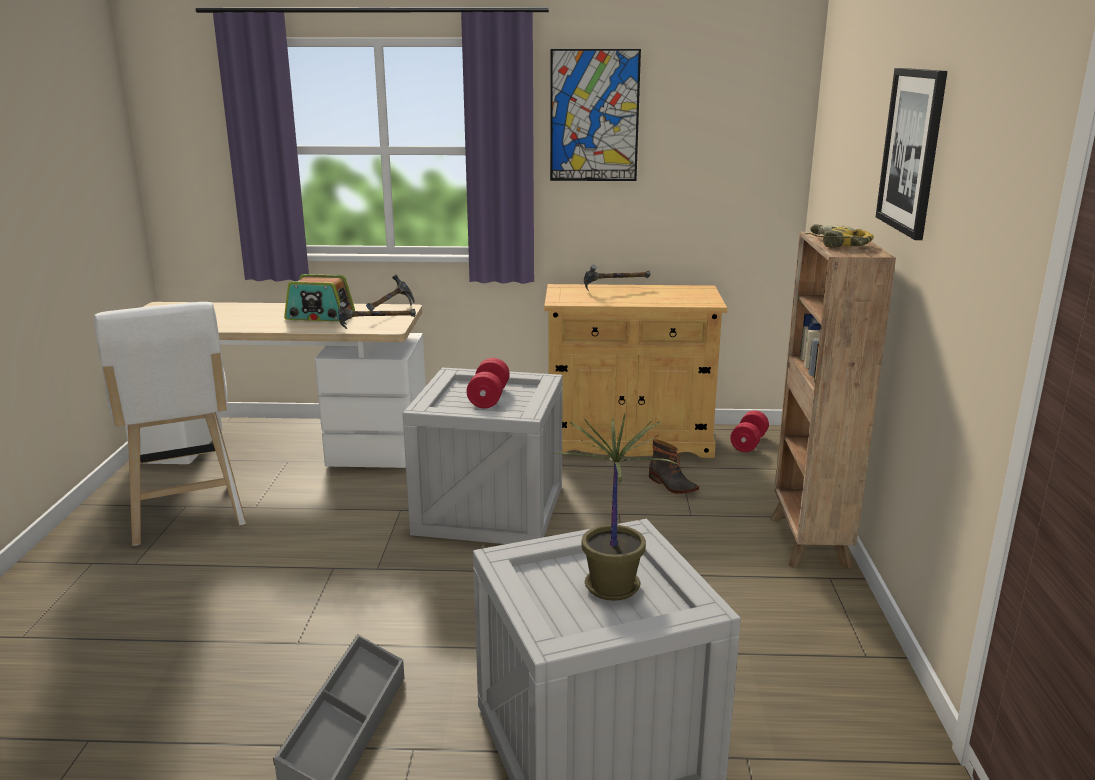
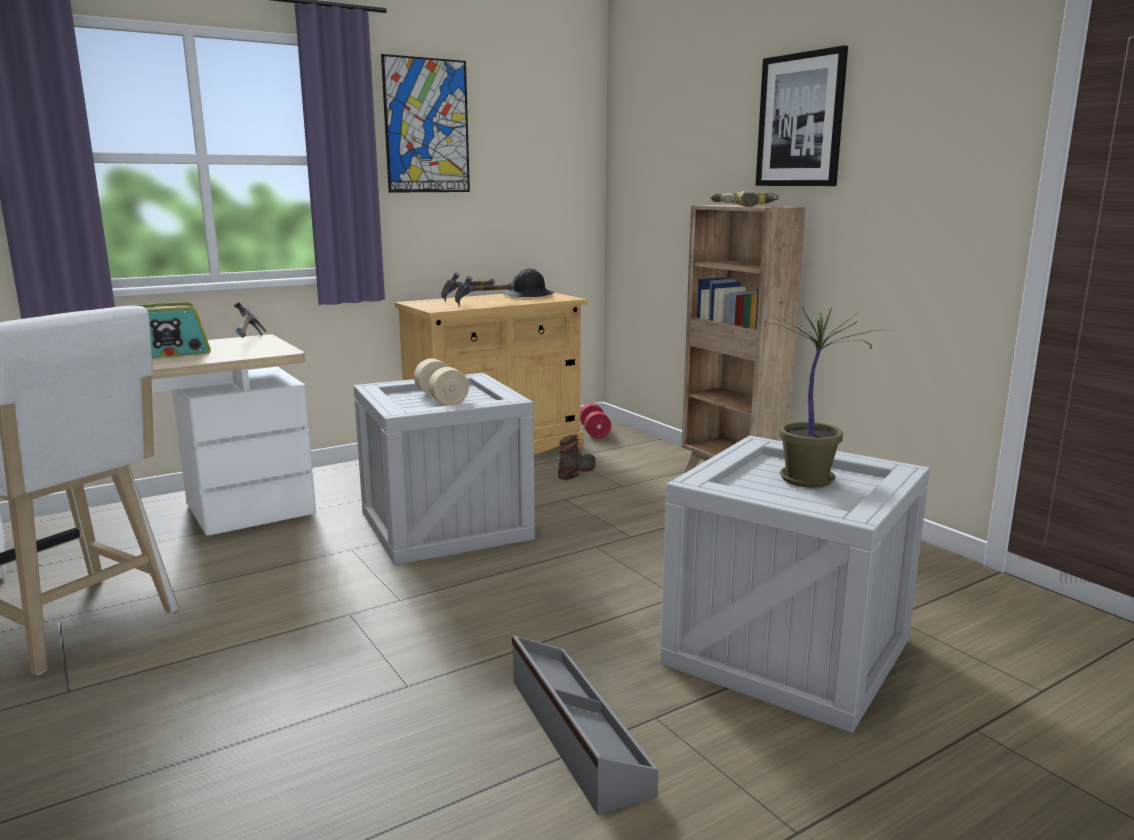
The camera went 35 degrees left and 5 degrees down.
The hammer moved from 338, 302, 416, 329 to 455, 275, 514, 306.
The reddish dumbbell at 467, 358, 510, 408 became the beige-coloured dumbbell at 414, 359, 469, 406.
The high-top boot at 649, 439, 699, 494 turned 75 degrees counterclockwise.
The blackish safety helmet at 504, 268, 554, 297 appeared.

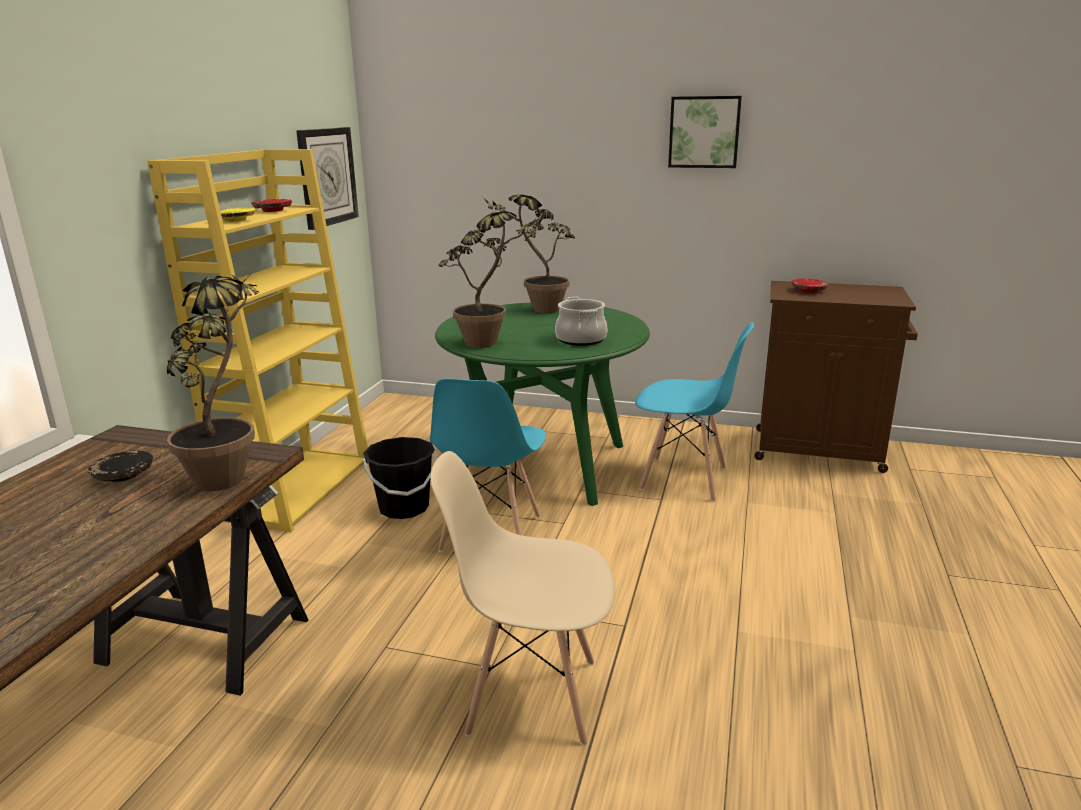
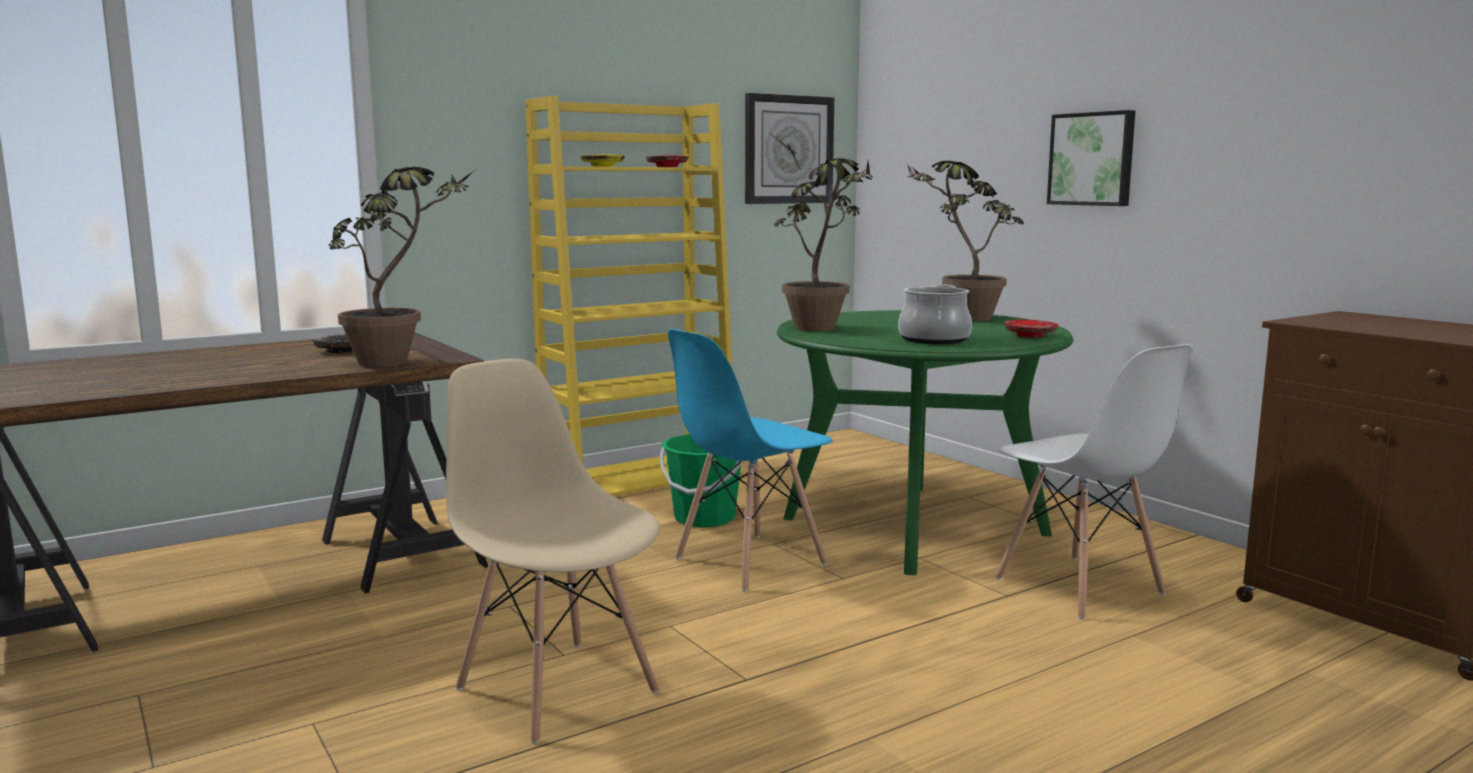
The camera went 40 degrees right and 10 degrees down.
The wall picture moved from 668, 96, 742, 168 to 1047, 110, 1135, 206.
The reddish plate moved from 791, 279, 829, 293 to 1004, 320, 1058, 338.
The blue-coloured upright chair at 635, 322, 754, 502 became the whitish upright chair at 995, 344, 1193, 620.
The blackish water bucket at 363, 437, 437, 519 became the greenish water bucket at 660, 434, 743, 527.

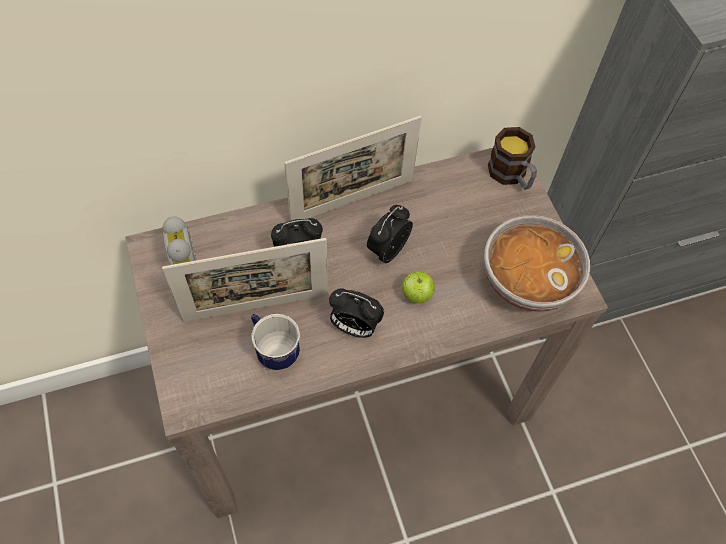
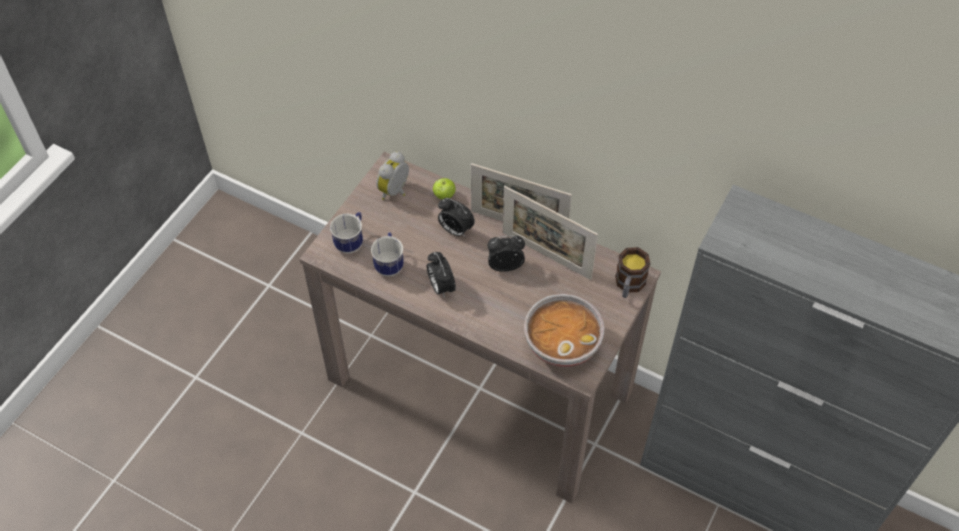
The camera went 50 degrees right and 5 degrees down.
The standing frame moved from 162, 238, 328, 322 to 503, 186, 598, 280.
The whole apple moved from 402, 271, 435, 303 to 433, 178, 455, 199.
The tea mug at 330, 212, 363, 253 appeared.

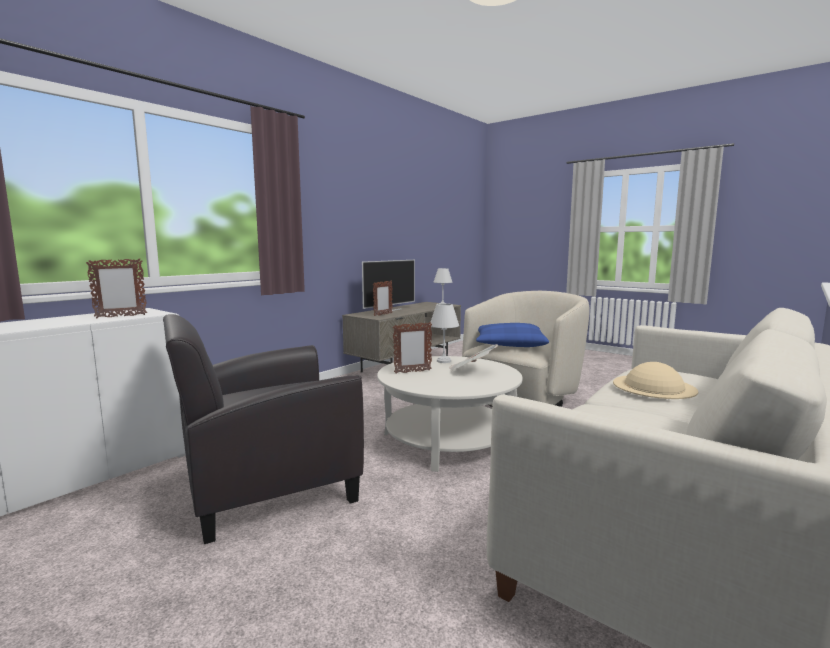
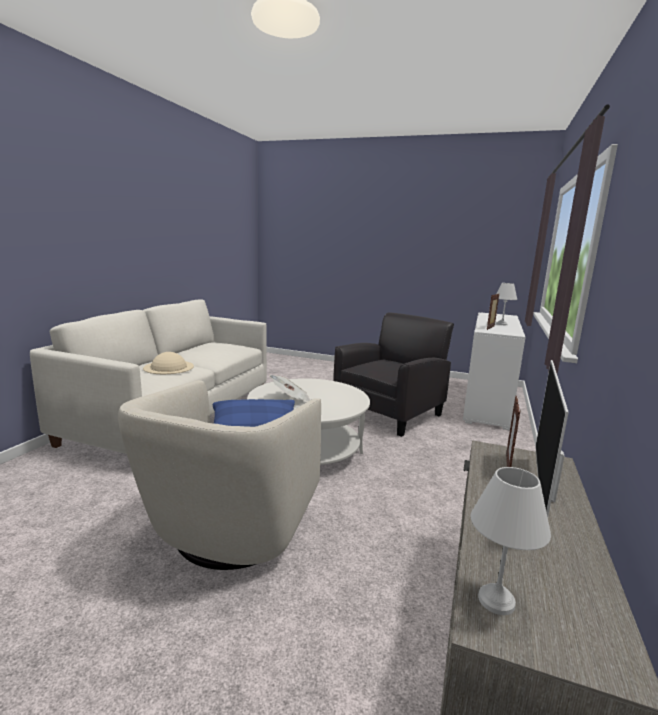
The camera went 160 degrees right and 5 degrees up.
The whitish table lamp moved from 431, 303, 459, 363 to 497, 283, 517, 325.
The standing frame at 393, 322, 432, 374 disappeared.

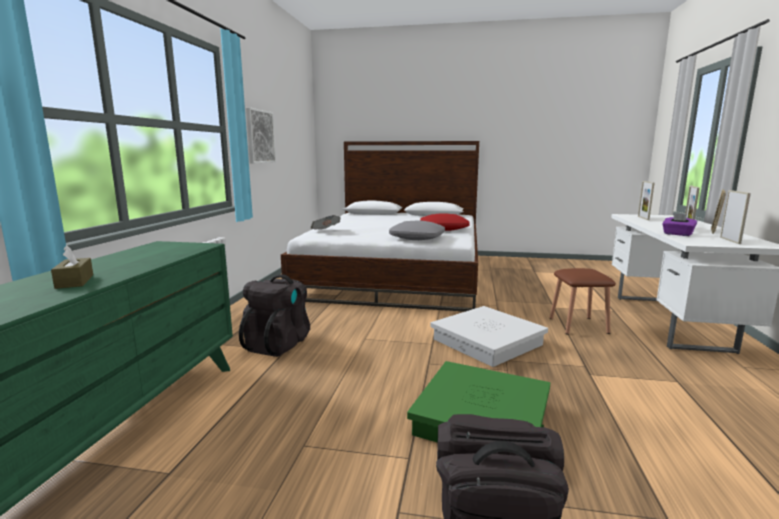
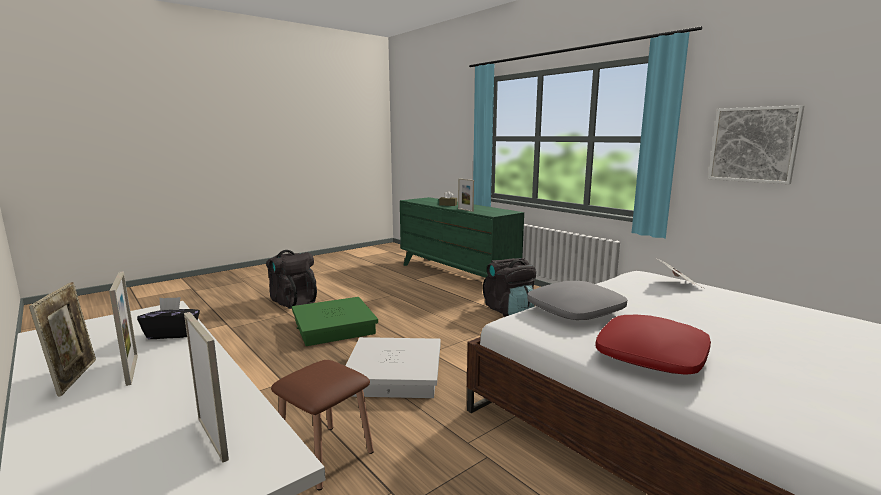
The camera went 130 degrees right and 0 degrees up.
The standing frame moved from 720, 190, 751, 244 to 458, 179, 474, 212.
The purple box of tissues at 662, 213, 697, 236 became the blackish box of tissues at 137, 297, 200, 339.

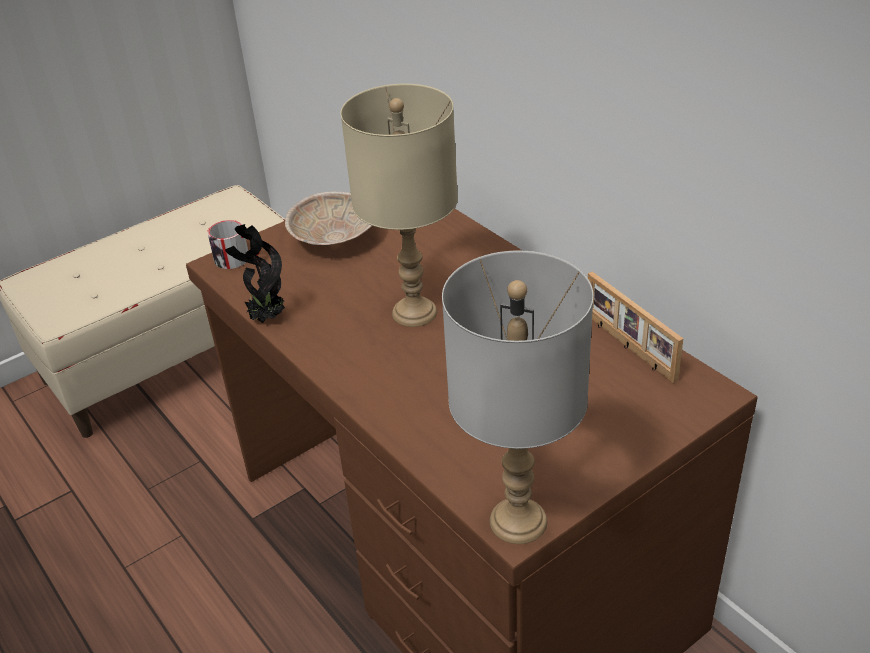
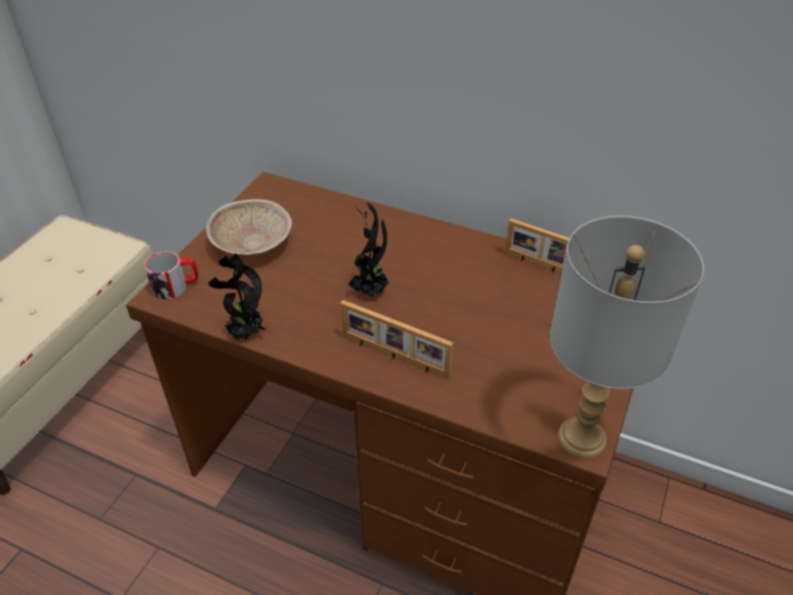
The camera went 30 degrees left and 5 degrees up.
The beige-coloured table lamp at 341, 84, 458, 327 was replaced by the houseplant at 348, 202, 389, 297.
The standing frame at 340, 300, 453, 380 appeared.

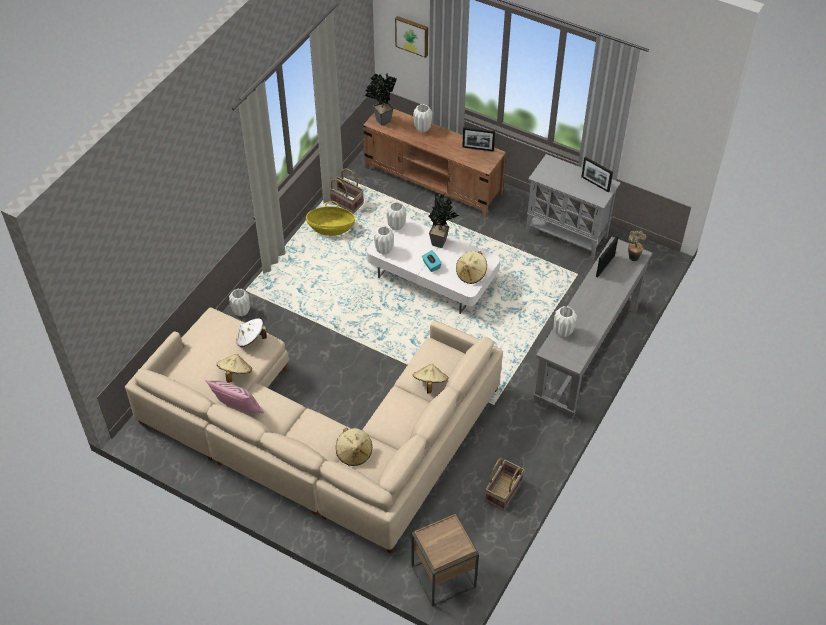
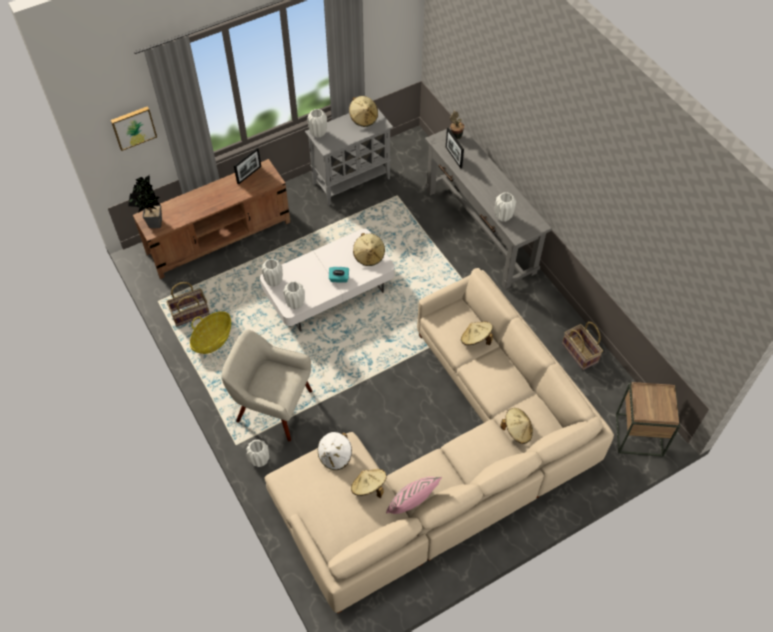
The camera went 60 degrees left and 5 degrees up.
The whitish flower vase moved from 413, 104, 432, 132 to 307, 109, 327, 138.
The standing frame at 581, 157, 613, 192 was replaced by the beige-coloured clothing hat at 349, 96, 378, 127.
The houseplant at 428, 193, 459, 248 disappeared.
The beige-coloured easy chair at 222, 330, 312, 441 appeared.

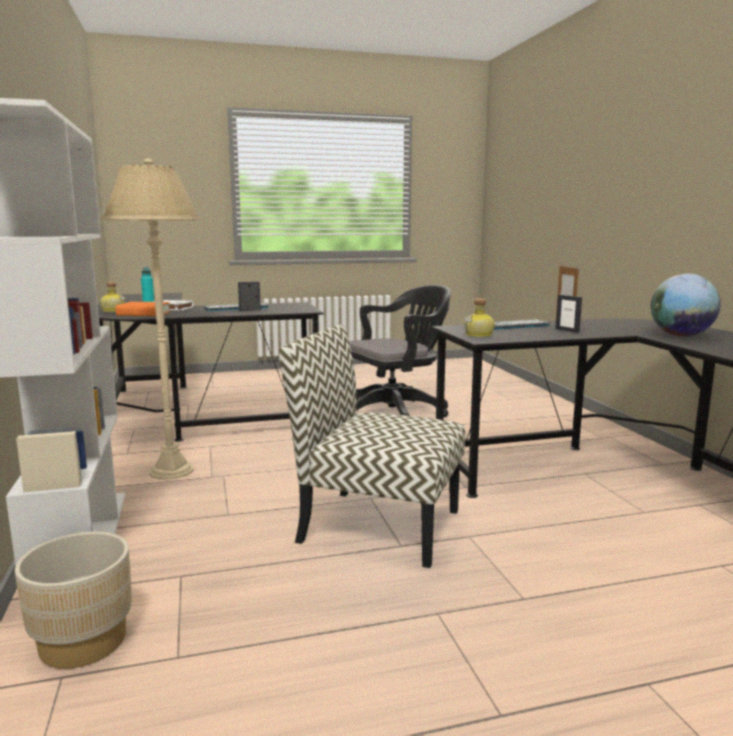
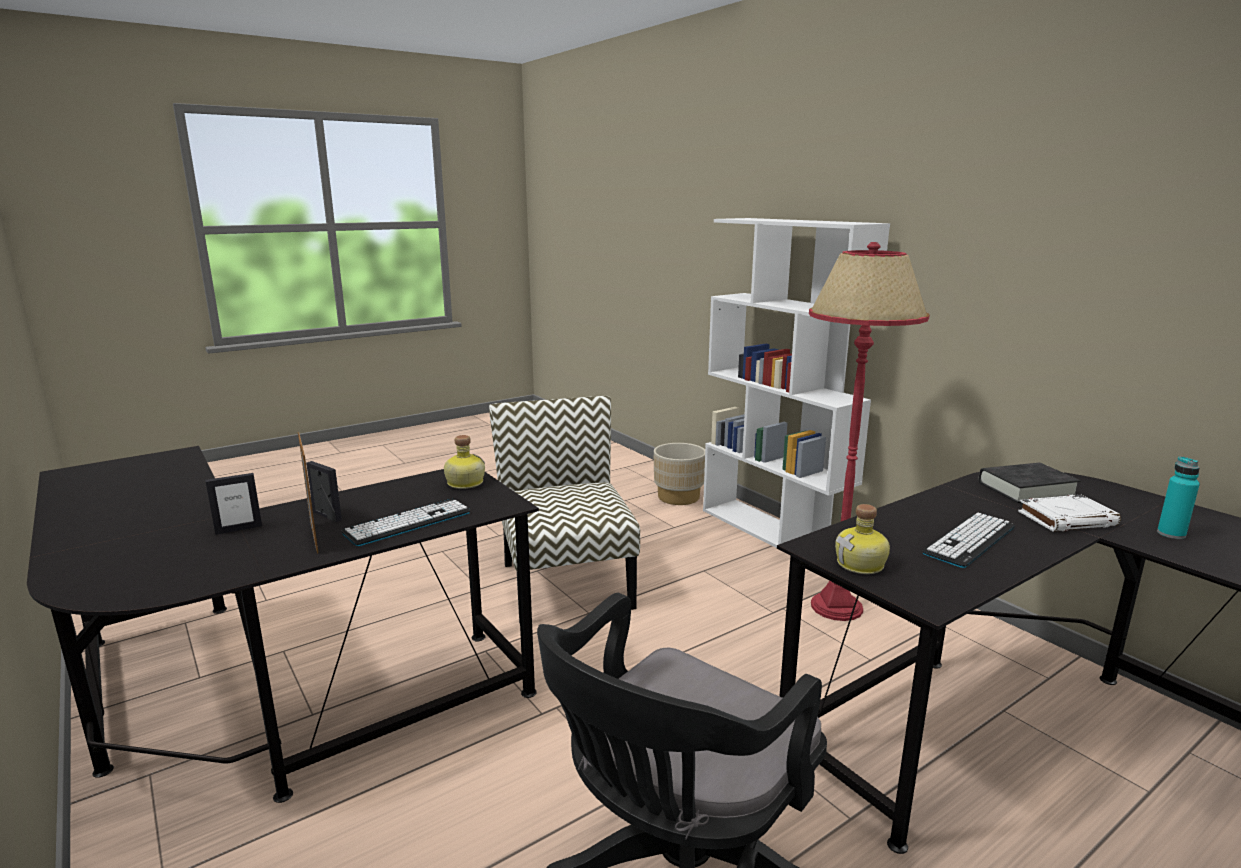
The camera went 160 degrees right and 5 degrees up.
The beige-coloured standard lamp at 102, 158, 200, 480 became the reddish standard lamp at 809, 242, 930, 621.
The desk globe at 650, 274, 721, 336 disappeared.
The bottle moved from 100, 282, 126, 312 to 835, 504, 890, 574.
The standing frame moved from 238, 282, 261, 311 to 206, 473, 262, 535.
The orange-coloured book at 115, 302, 170, 316 became the blackish book at 979, 462, 1080, 503.
The upright chair at 279, 325, 465, 568 turned 105 degrees counterclockwise.

